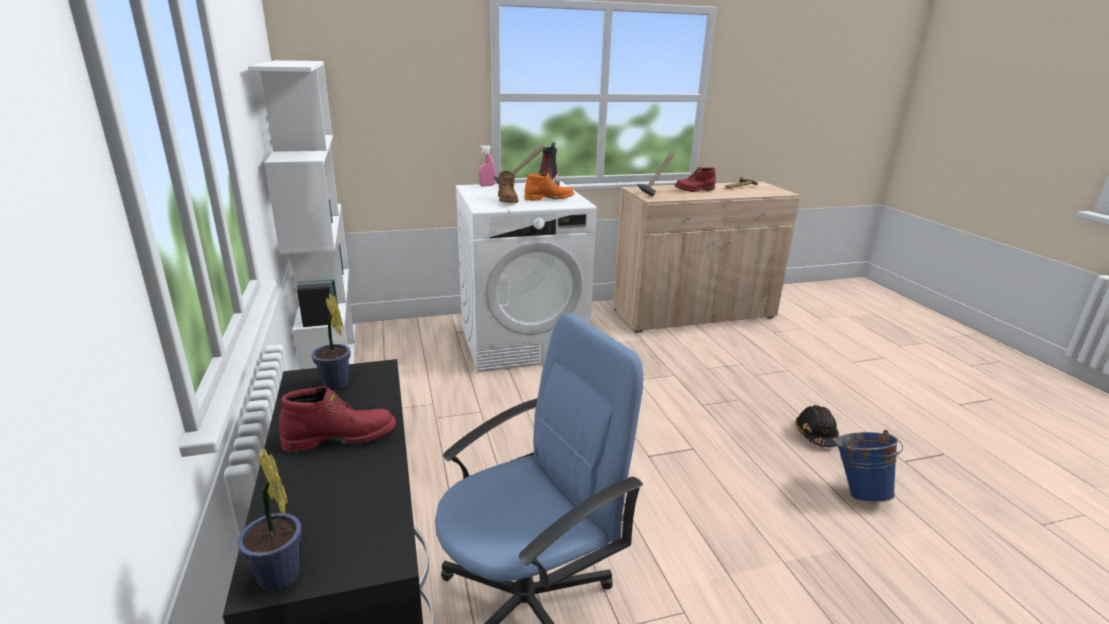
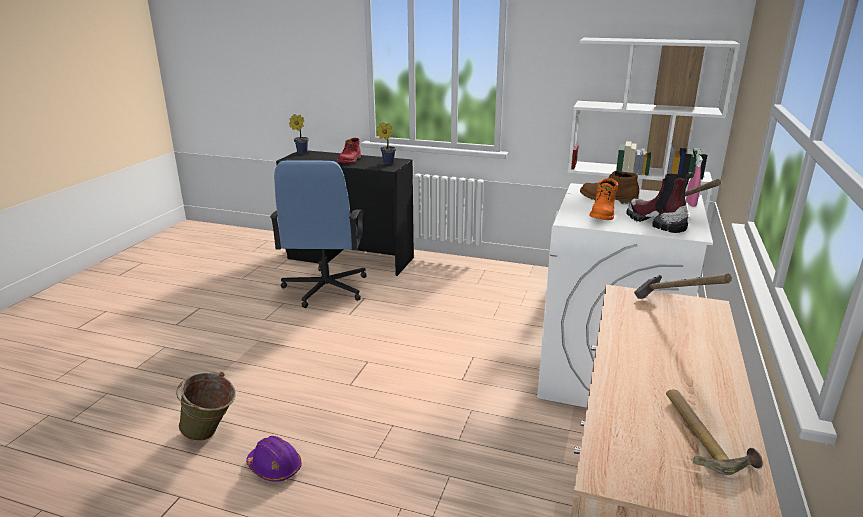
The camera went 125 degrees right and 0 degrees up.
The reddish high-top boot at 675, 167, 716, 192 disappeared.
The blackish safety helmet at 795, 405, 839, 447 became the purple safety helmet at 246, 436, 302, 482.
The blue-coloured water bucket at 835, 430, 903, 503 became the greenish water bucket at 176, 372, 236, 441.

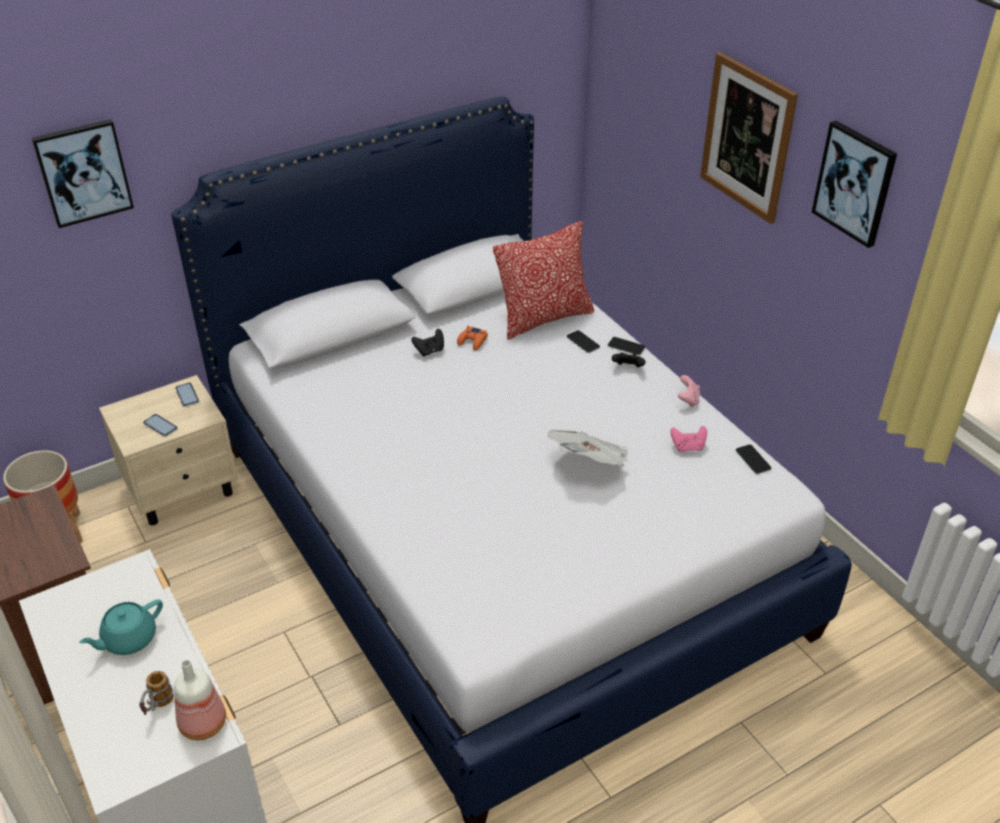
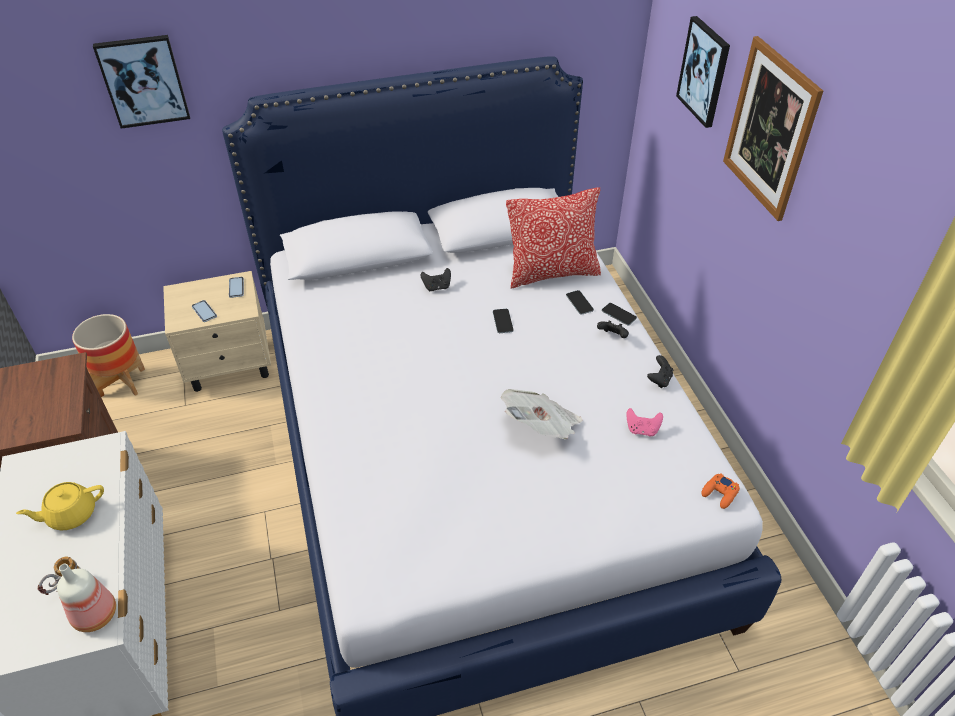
The camera went 15 degrees right and 5 degrees up.
The wall picture moved from 812, 121, 897, 248 to 676, 16, 730, 128.
The orange-coloured game controller moved from 457, 326, 488, 350 to 701, 473, 740, 509.
The pinkish game controller at 678, 375, 700, 407 became the blackish game controller at 647, 355, 673, 388.
The handset moved from 736, 444, 771, 474 to 493, 309, 514, 333.
The blue-green teapot at 79, 599, 163, 655 became the yellow-coloured teapot at 16, 482, 104, 530.

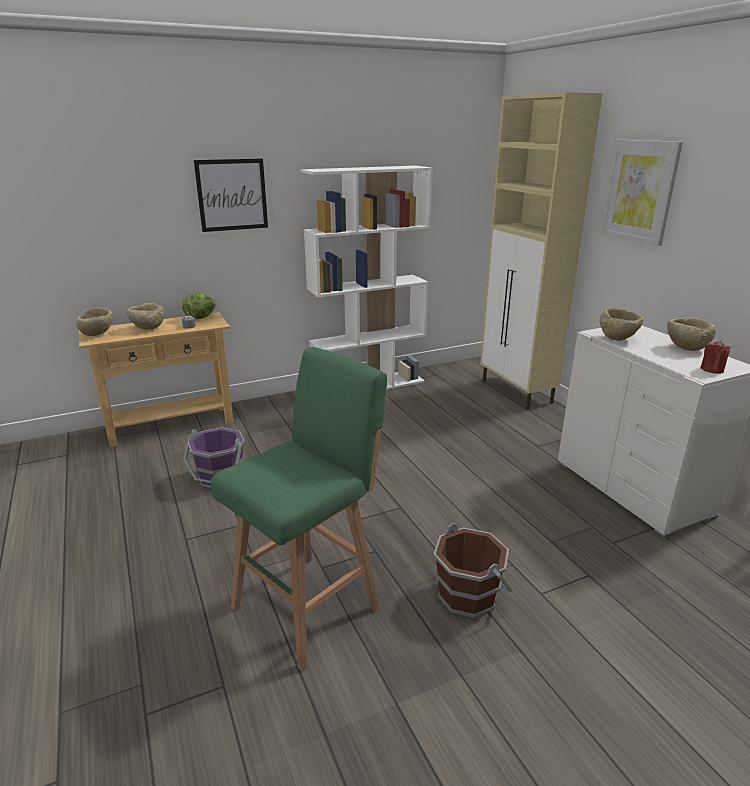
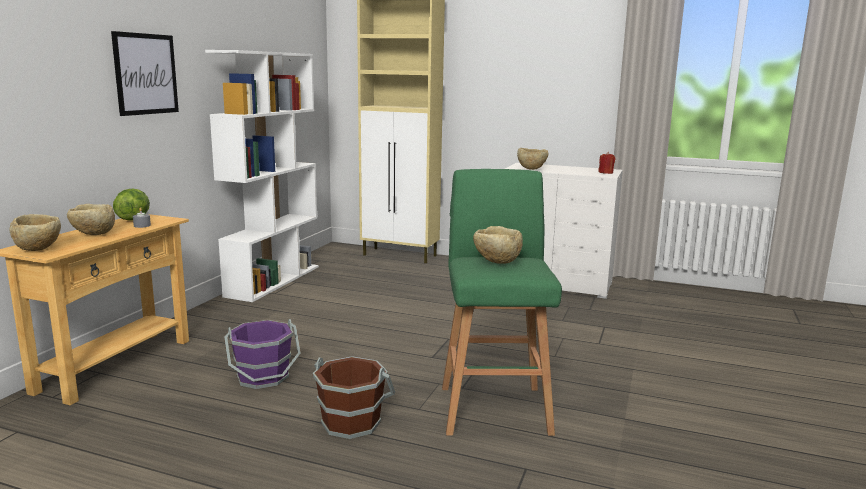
The camera went 45 degrees left and 10 degrees down.
The wall picture at 601, 140, 683, 246 disappeared.
The beige-coloured bowl moved from 667, 317, 716, 351 to 473, 226, 523, 264.
The brown water bucket moved from 434, 523, 512, 618 to 313, 356, 395, 439.

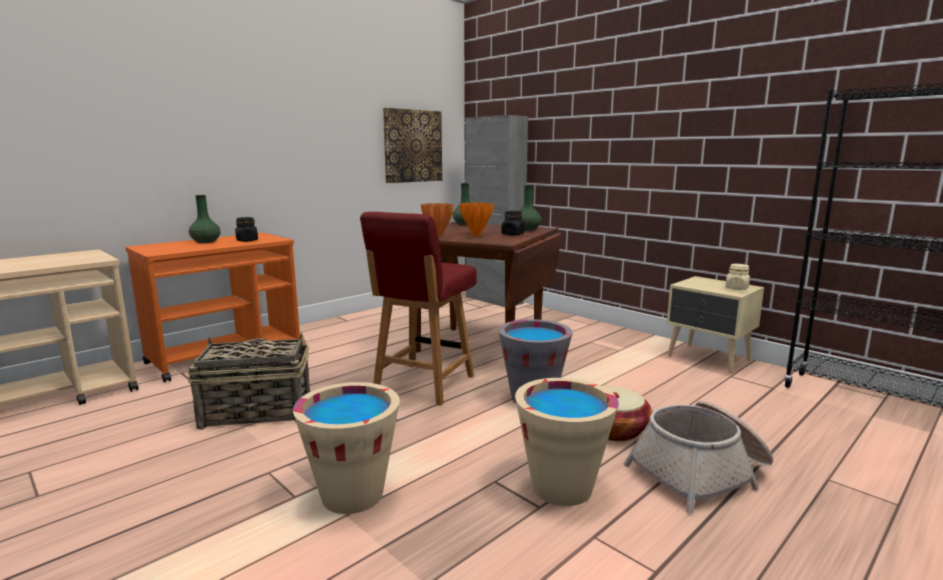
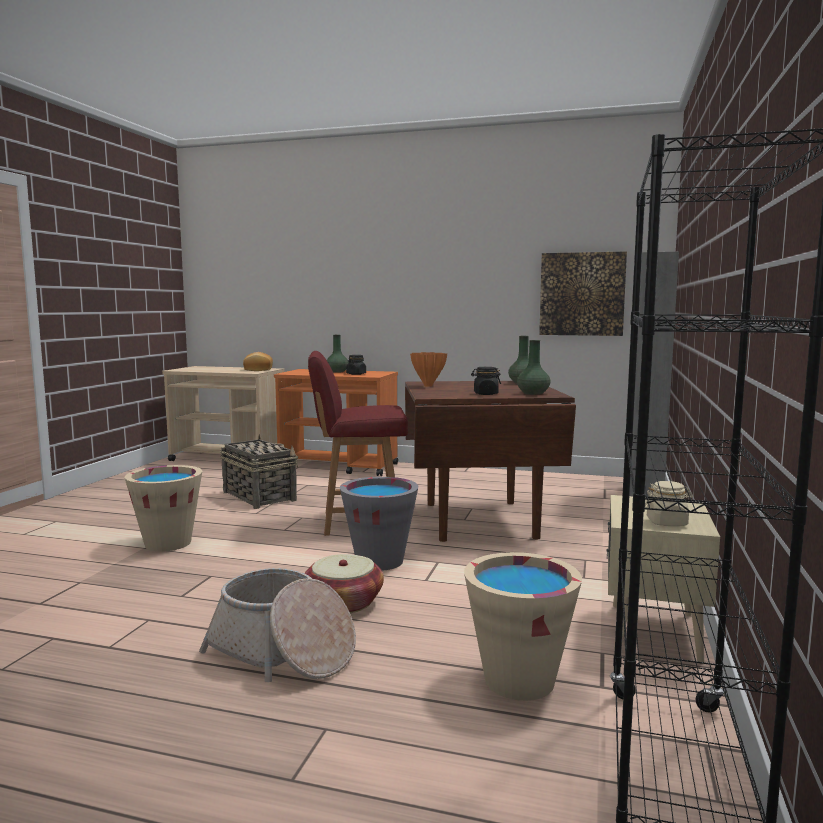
The camera went 60 degrees right and 5 degrees down.
The orange-coloured flower vase at 459, 202, 494, 236 disappeared.
The beige-coloured water bucket moved from 515, 378, 619, 506 to 464, 552, 582, 701.
The bread at 243, 352, 273, 371 appeared.

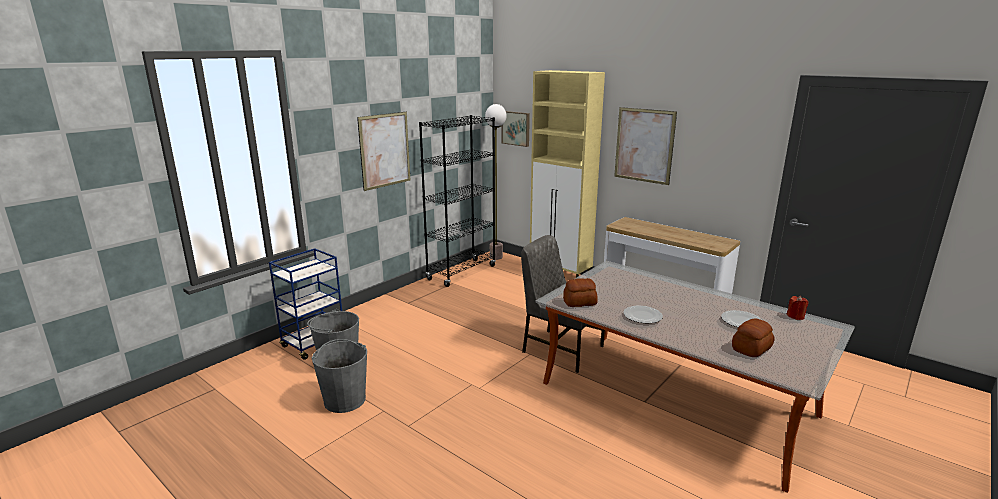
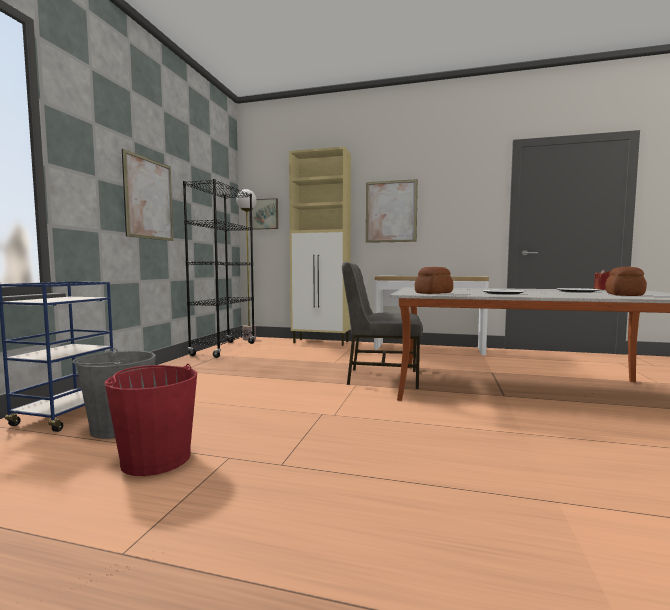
The camera went 25 degrees left and 15 degrees down.
The grey water bucket at 312, 339, 367, 413 became the reddish water bucket at 105, 364, 197, 476.

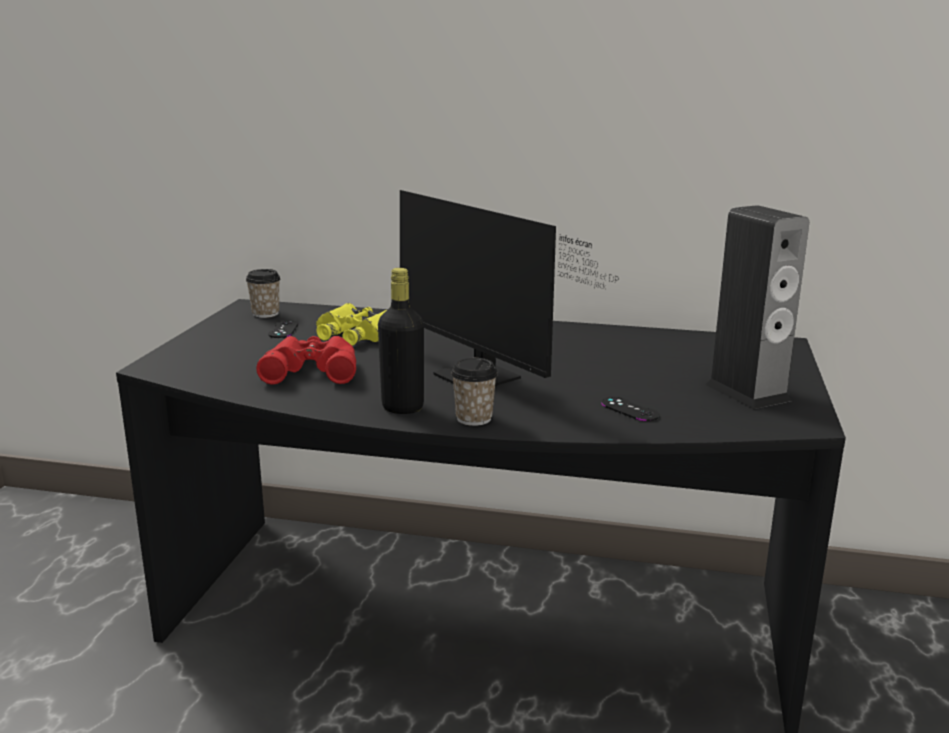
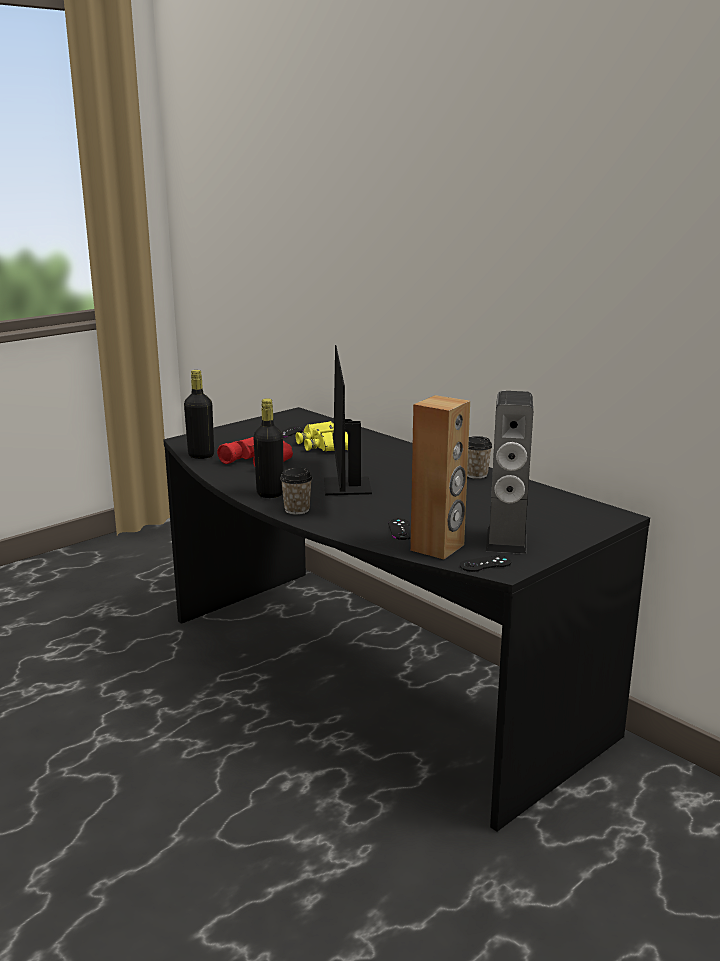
The camera went 35 degrees right and 0 degrees up.
The drinking cup moved from 246, 269, 280, 318 to 467, 436, 492, 479.
The blackish bottle at 184, 370, 214, 459 appeared.
The brown loudspeaker at 410, 395, 470, 560 appeared.
The blackish game controller at 460, 555, 511, 572 appeared.

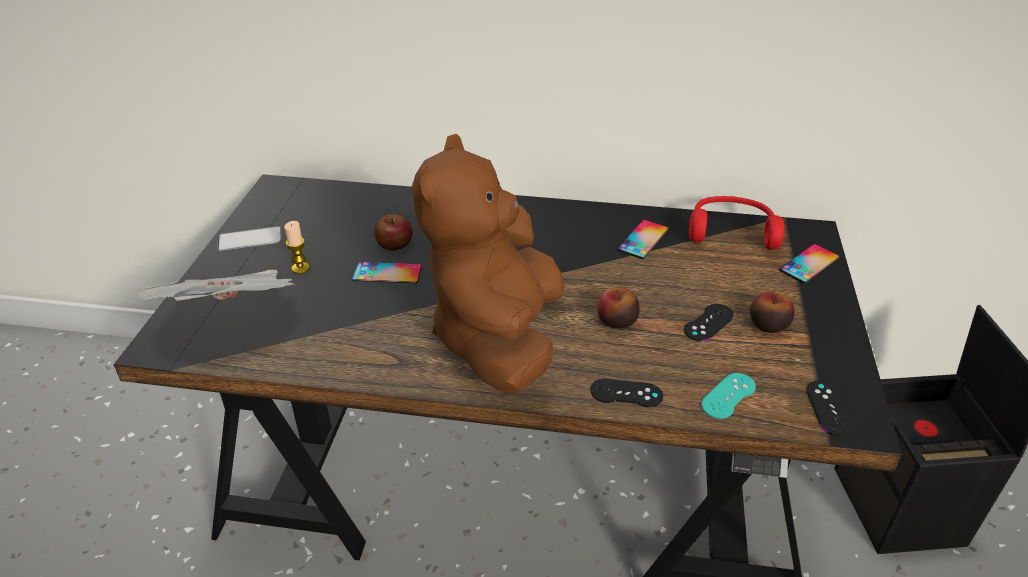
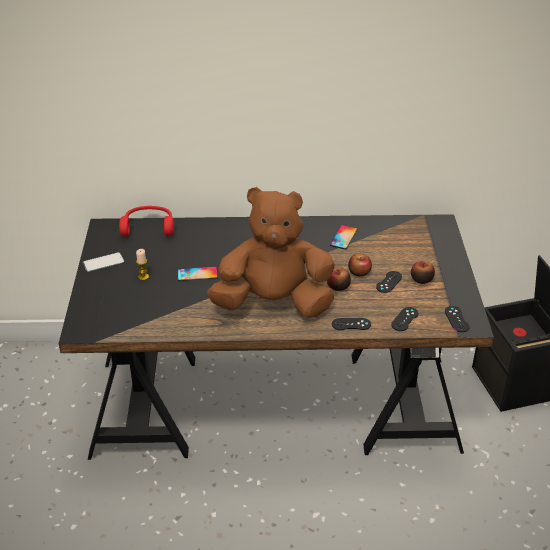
The camera went 10 degrees left and 0 degrees up.
The brown plush toy at 412, 134, 565, 394 turned 90 degrees clockwise.
The reddish headset moved from 689, 196, 784, 250 to 119, 206, 174, 236.
The whole apple moved from 375, 214, 413, 250 to 348, 254, 372, 276.
The handset at 779, 244, 839, 283 disappeared.
The newspaper at 135, 270, 296, 301 disappeared.
The blue-green game controller at 701, 373, 756, 419 became the blackish game controller at 391, 307, 418, 331.

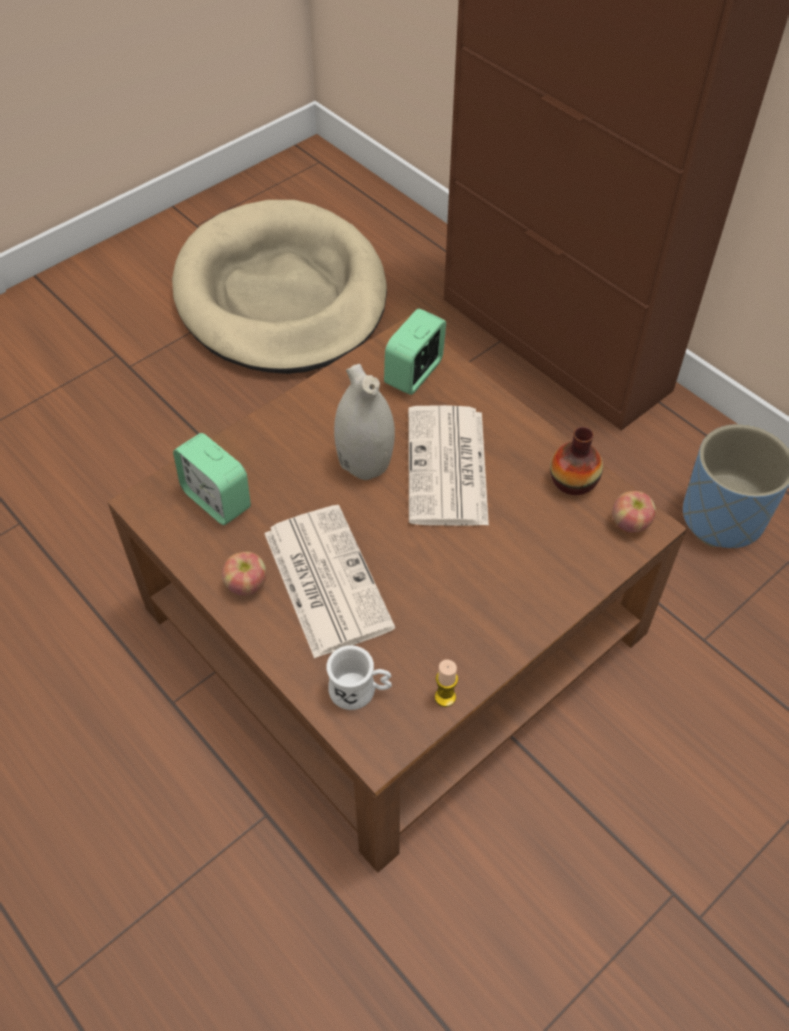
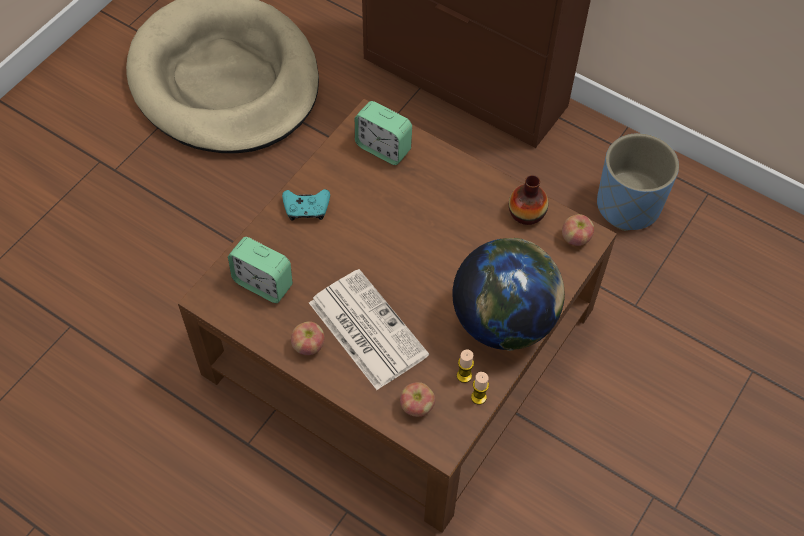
The camera went 15 degrees left and 5 degrees up.
The alarm clock at 384, 308, 446, 395 turned 75 degrees counterclockwise.
The whitish flower vase at 334, 364, 395, 480 disappeared.
The newspaper at 408, 405, 489, 526 disappeared.
The whitish tea mug at 327, 645, 392, 710 was replaced by the whole apple at 400, 382, 435, 417.
The blue-green game controller at 282, 189, 330, 220 appeared.
The desk globe at 452, 238, 565, 351 appeared.
The candle at 457, 349, 474, 383 appeared.

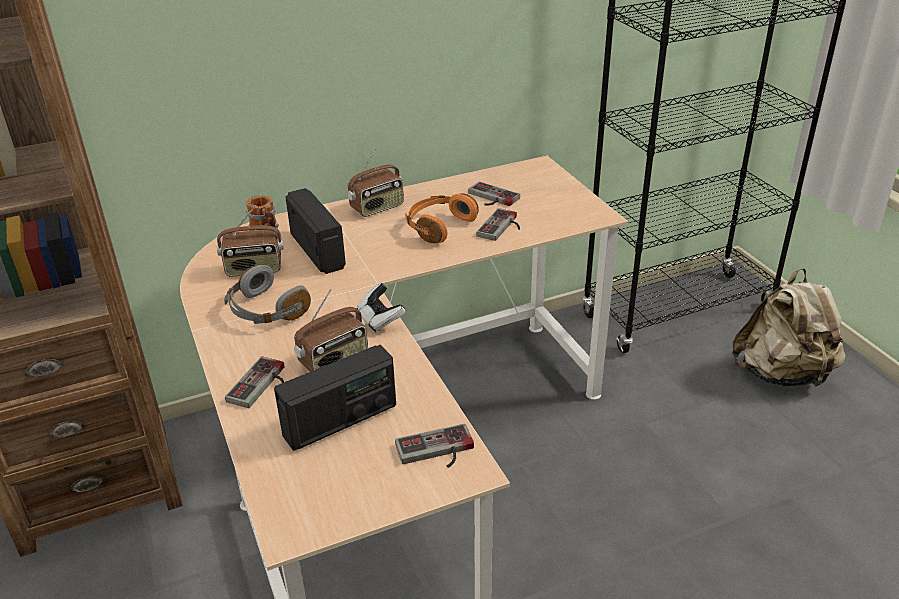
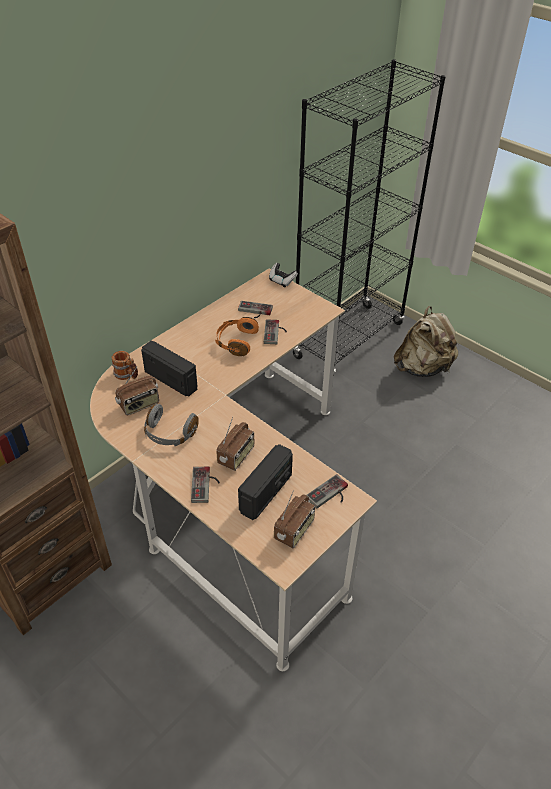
The camera went 25 degrees left and 10 degrees up.
The radio moved from 347, 148, 404, 217 to 274, 490, 315, 548.
The game controller moved from 357, 283, 406, 332 to 269, 263, 298, 287.

